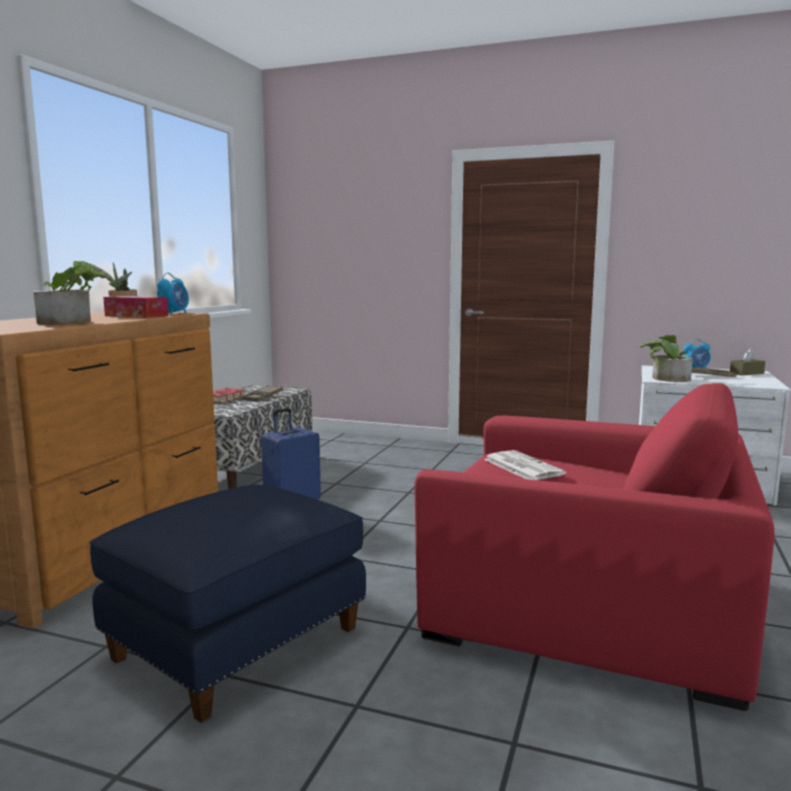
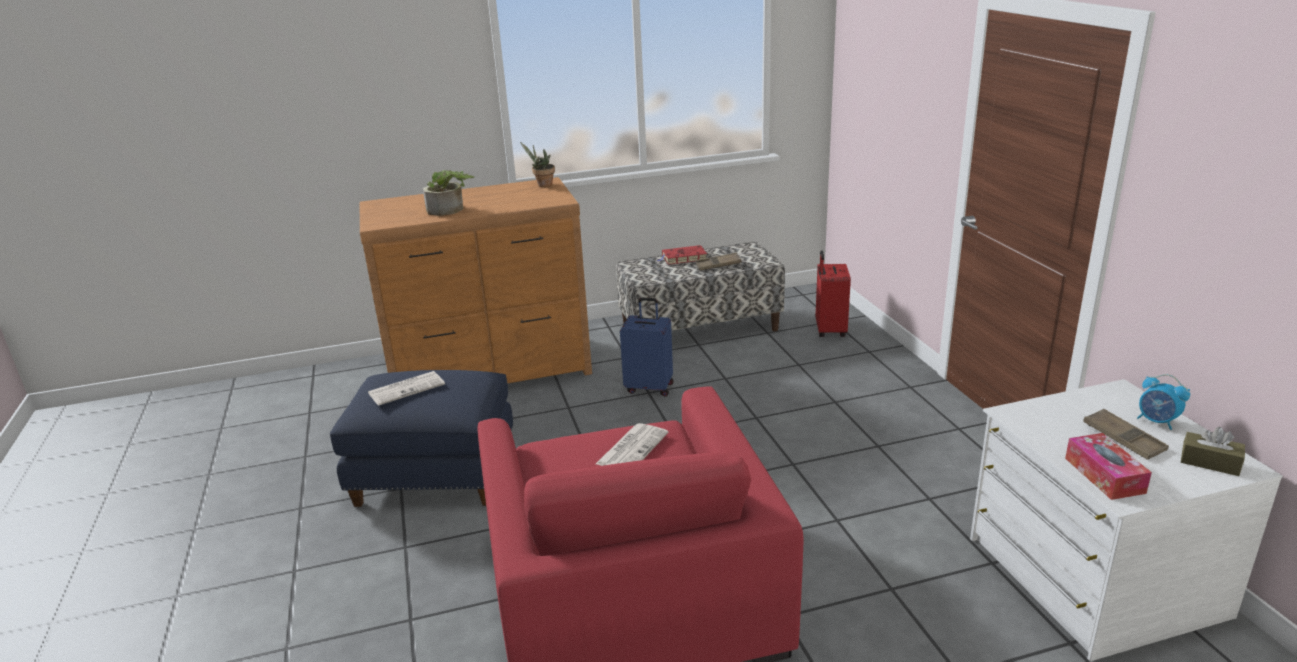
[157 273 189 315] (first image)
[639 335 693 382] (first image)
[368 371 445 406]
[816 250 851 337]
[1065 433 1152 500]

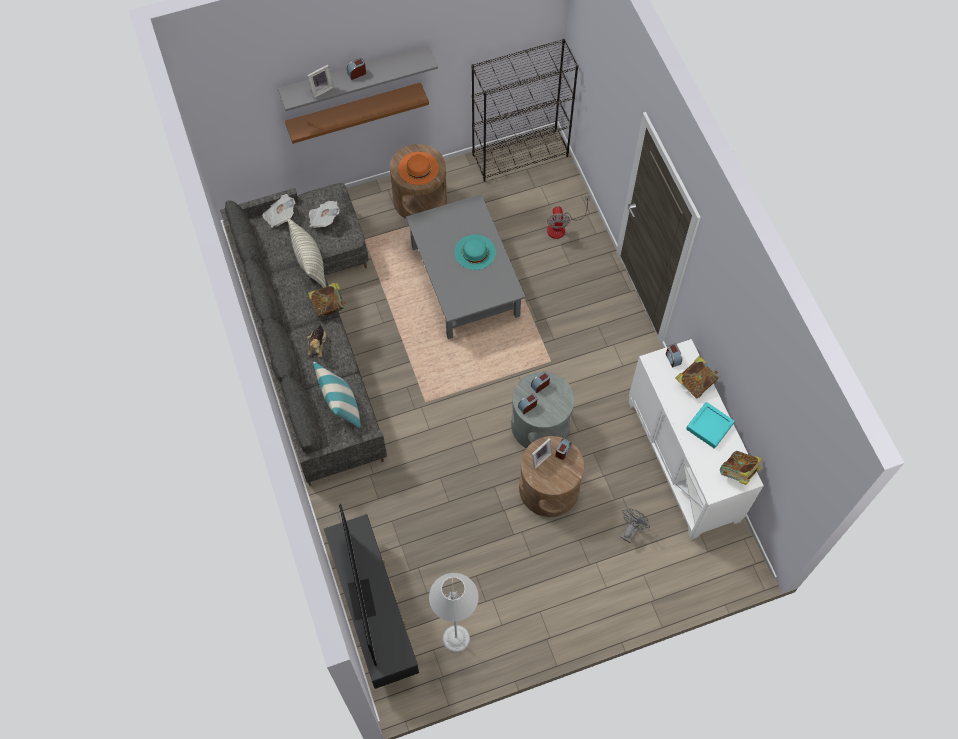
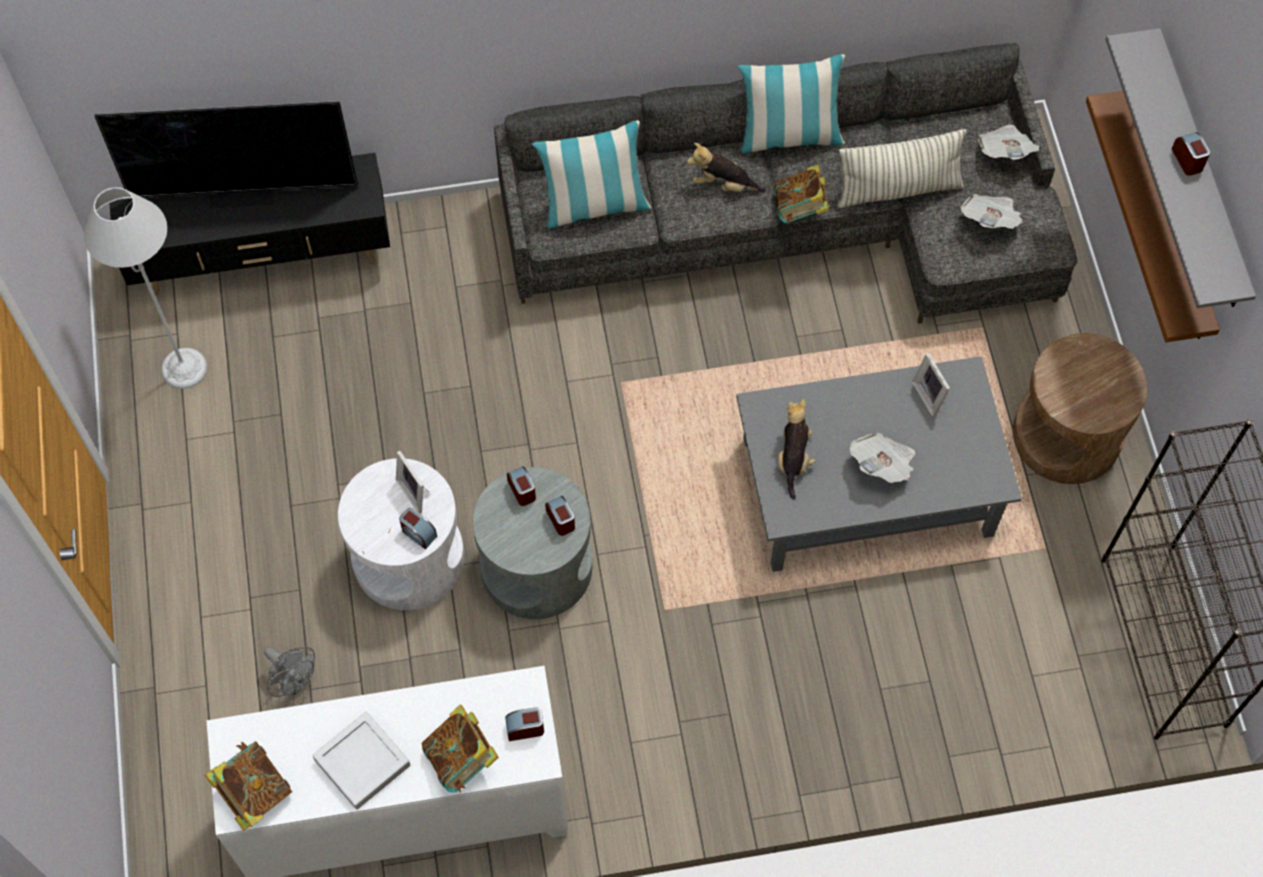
[398 152 439 185] (first image)
[547 196 590 239] (first image)
[738 54 845 153]
[778 399 816 500]
[912 353 950 417]
[850 432 915 483]
[338 458 465 610]
[312 712 410 810]

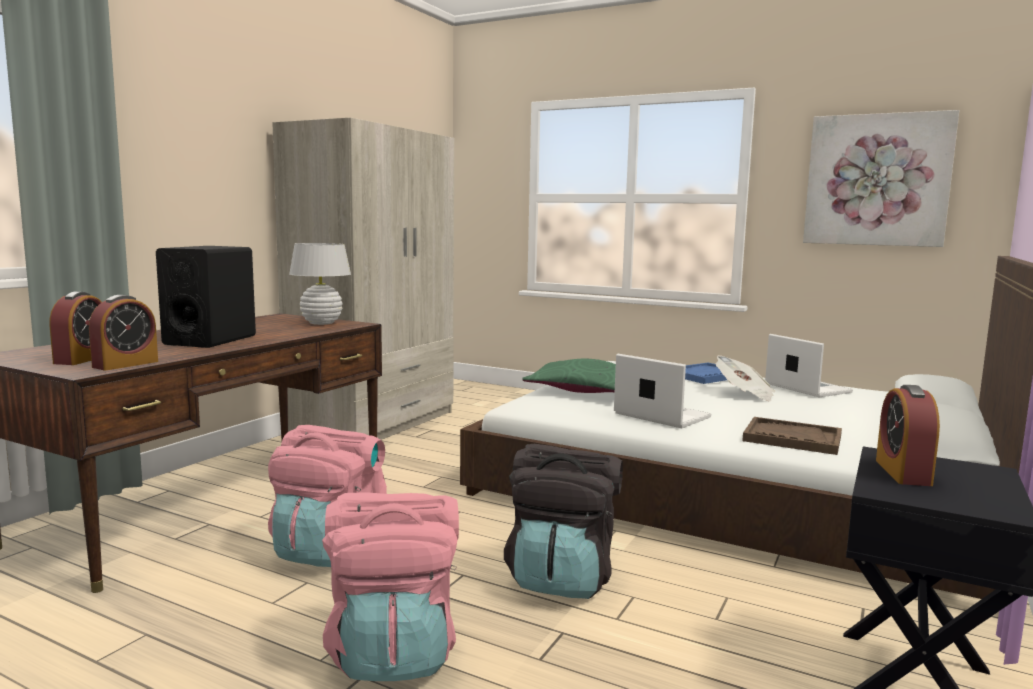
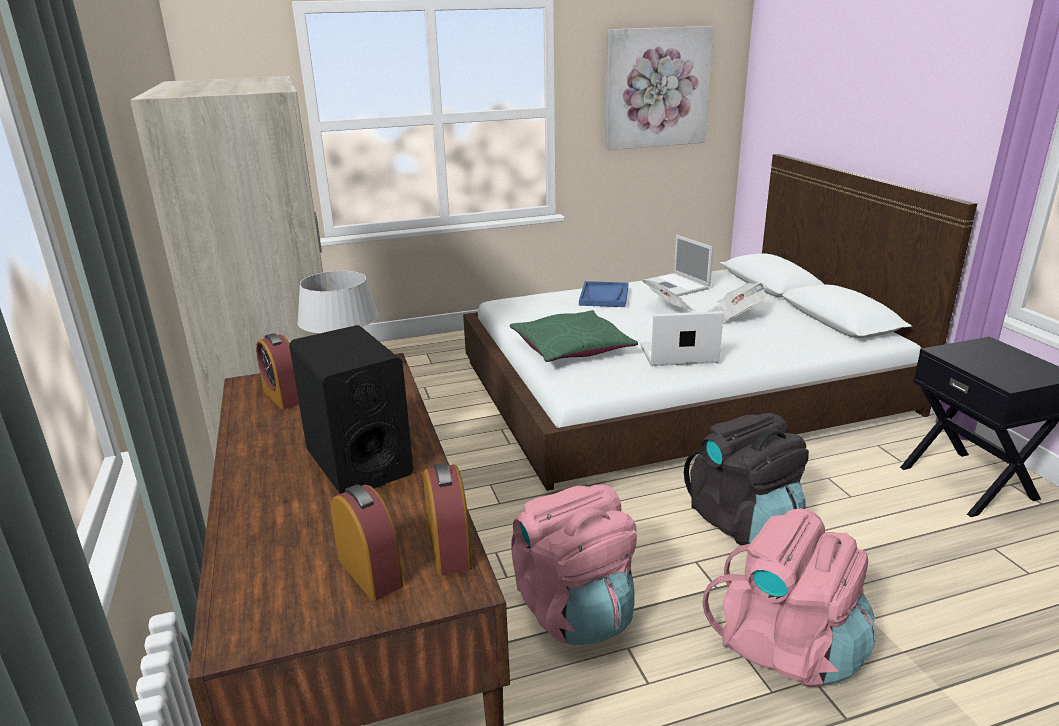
[742 417 842 455] (first image)
[707 283 767 321]
[256 333 299 409]
[644 235 714 297]

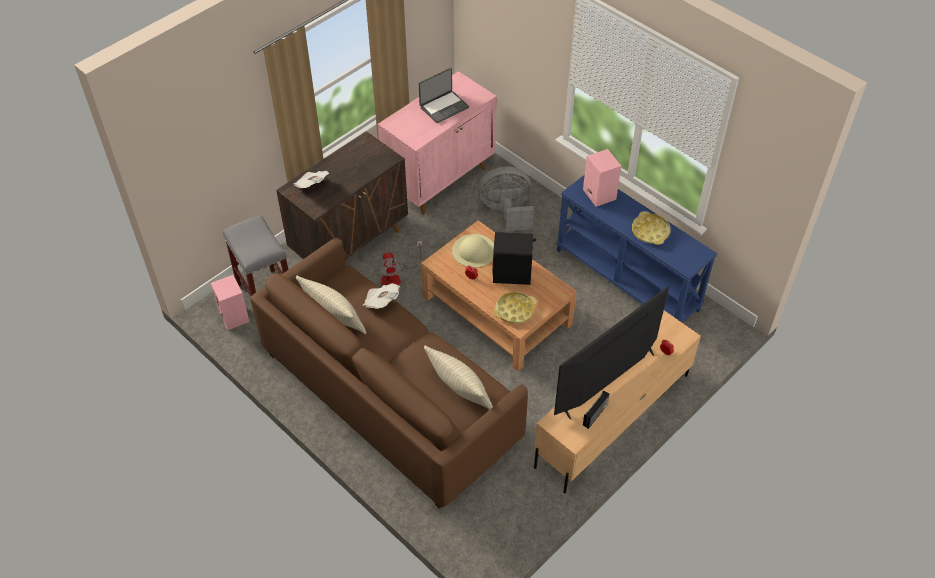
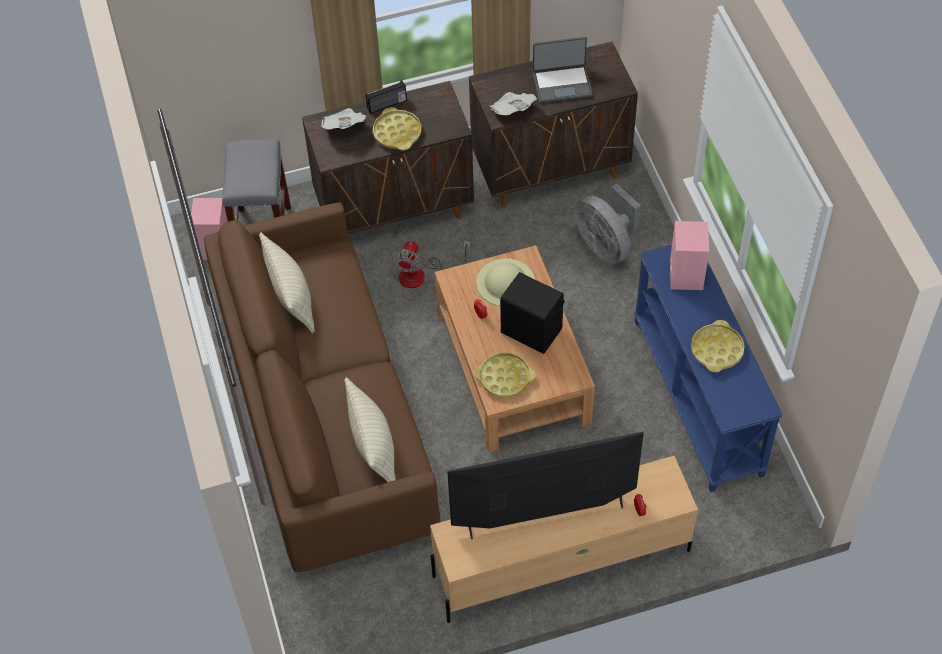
[373 107 421 150]
[489 92 537 115]
[366 81 407 114]
[469 41 638 208]
[574 183 641 264]

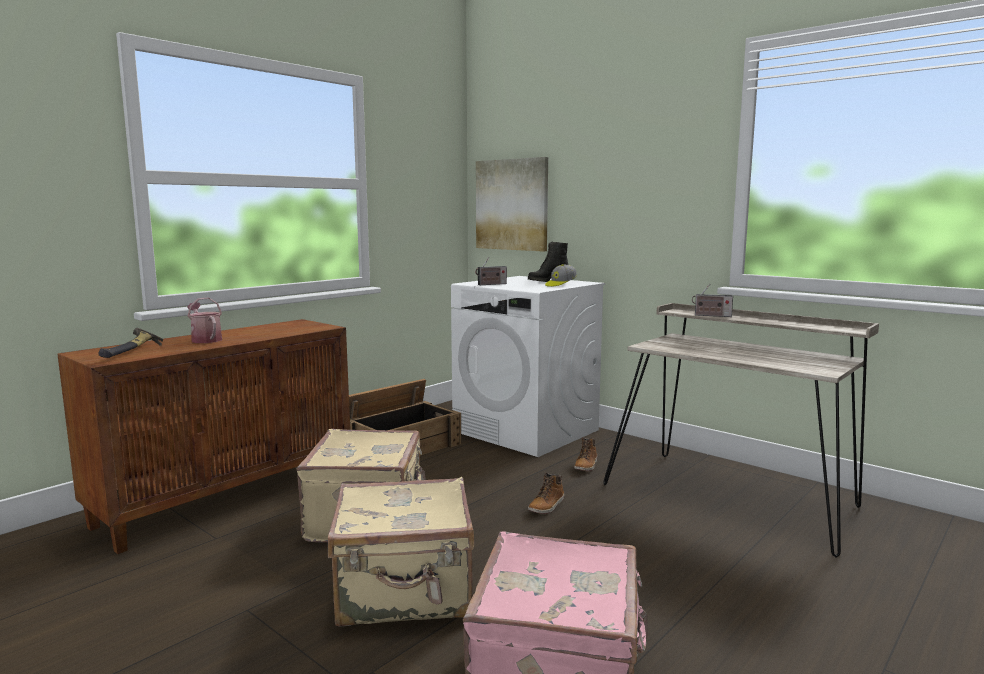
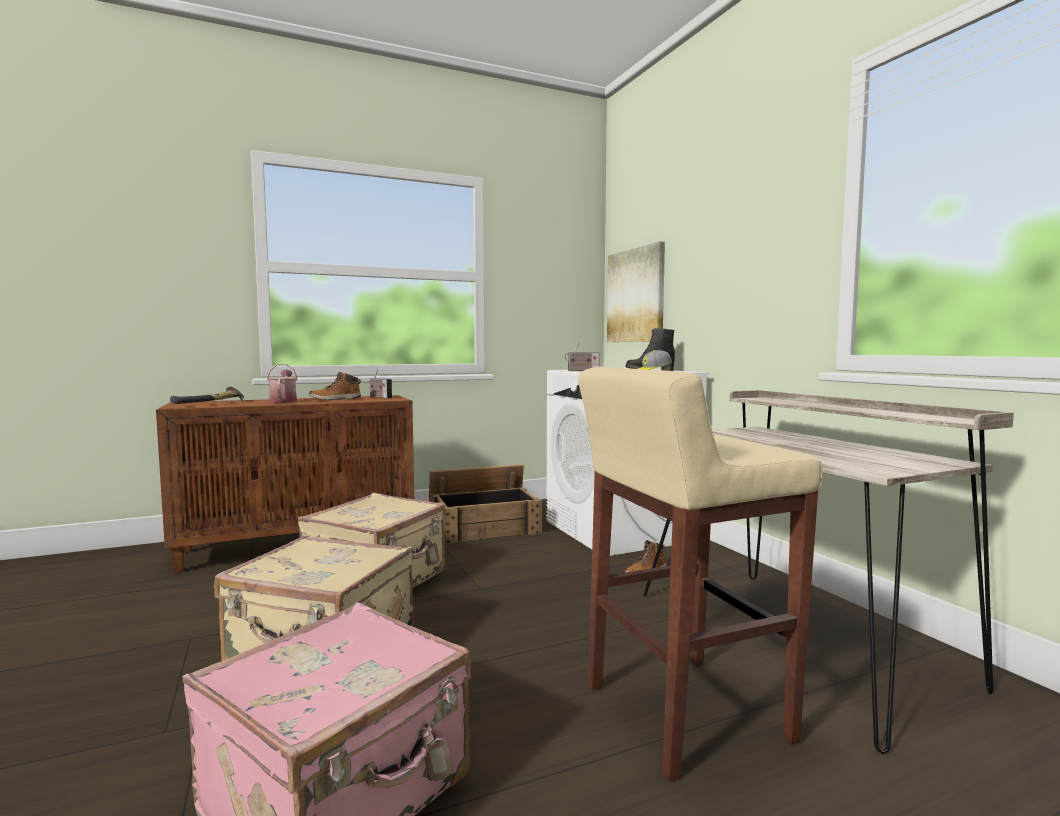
[578 367 823 781]
[309 372 361 400]
[369 368 392 398]

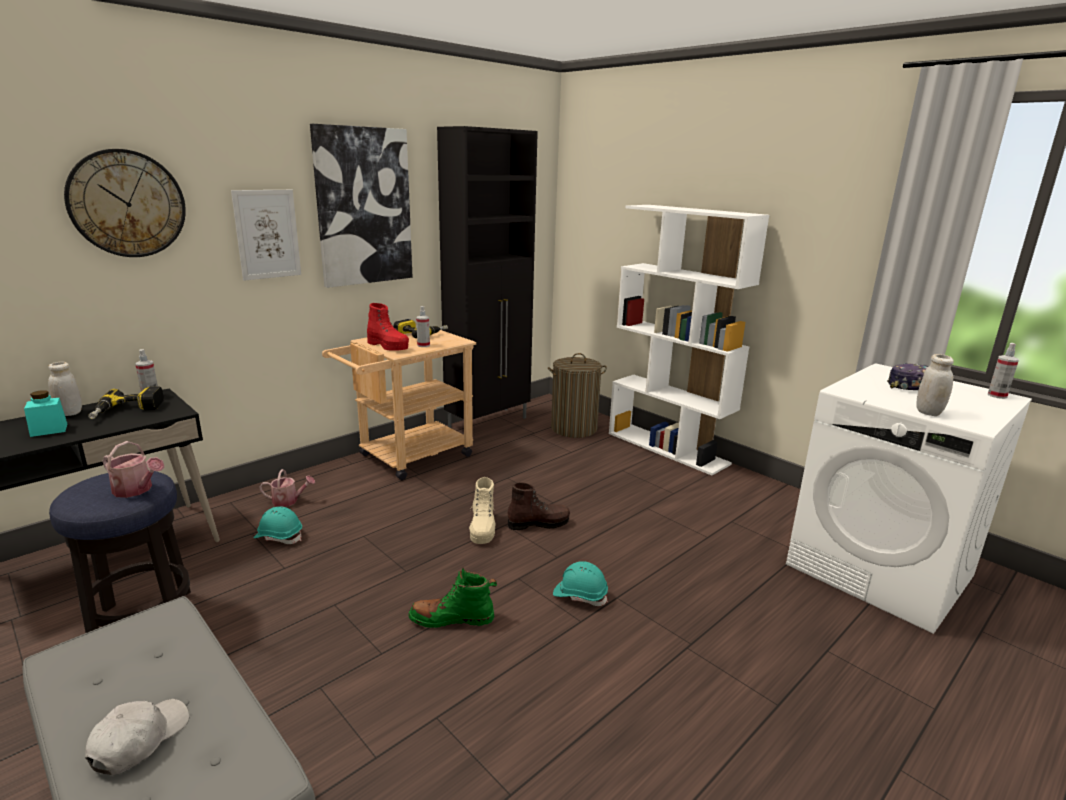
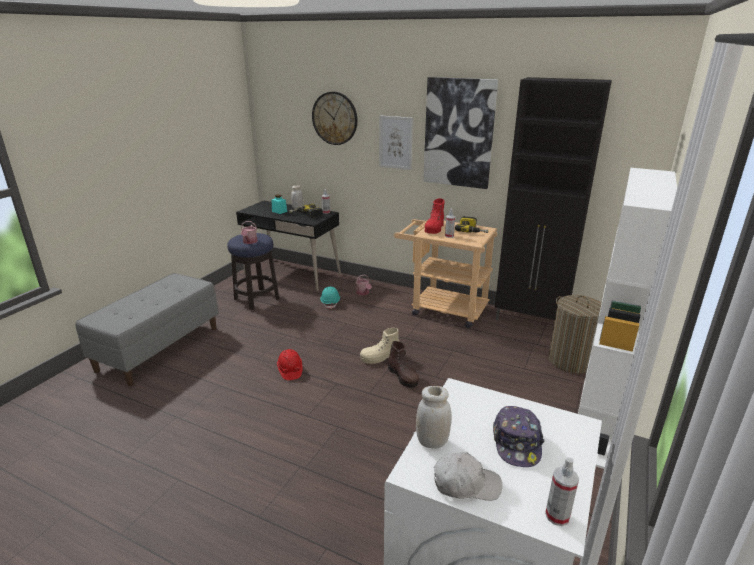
[553 561 608 606] (first image)
[434 452 502 501]
[277 349 303 380]

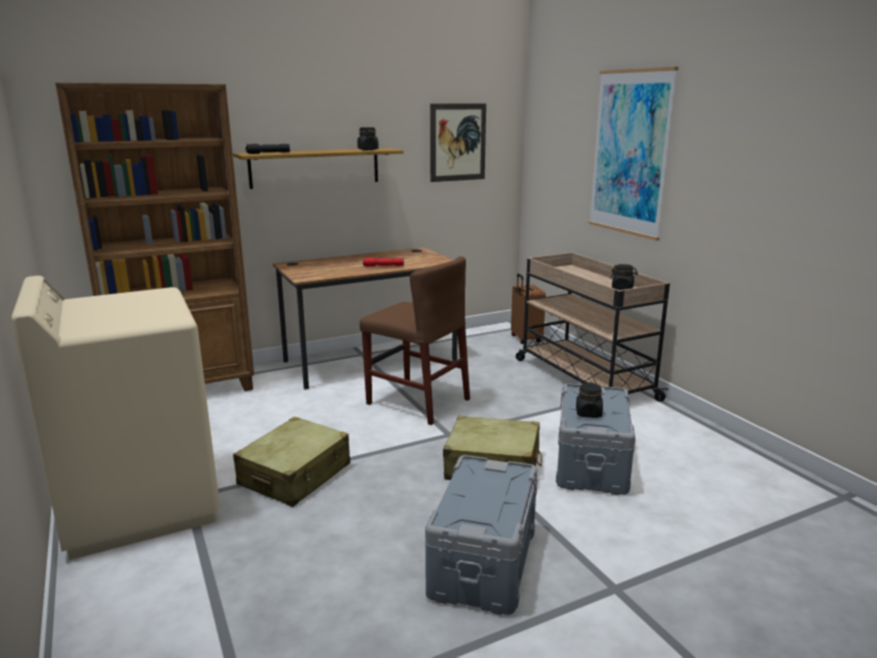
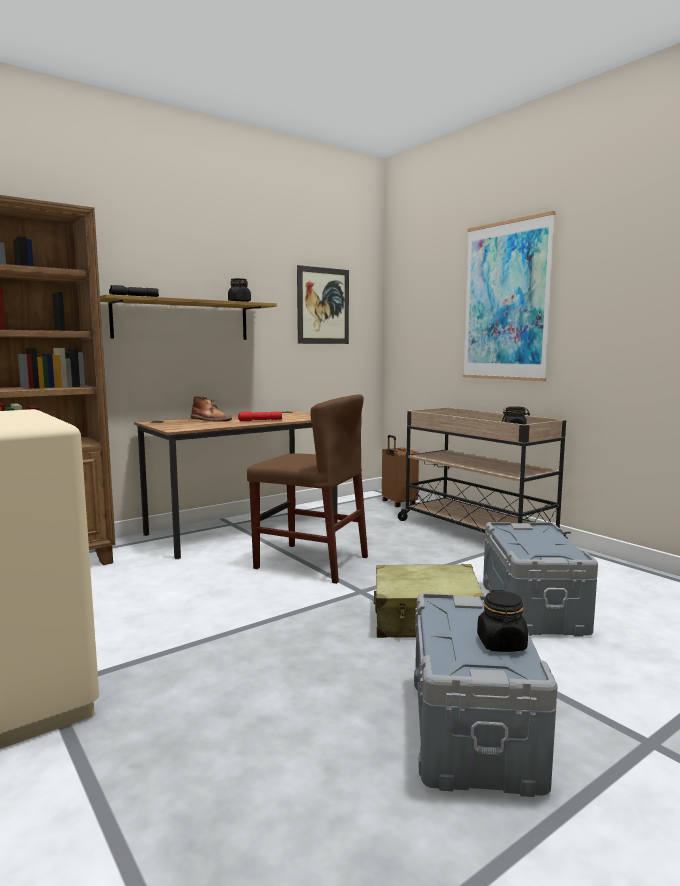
[233 417 350 507] (first image)
[191 396 232 422]
[477 590 528 652]

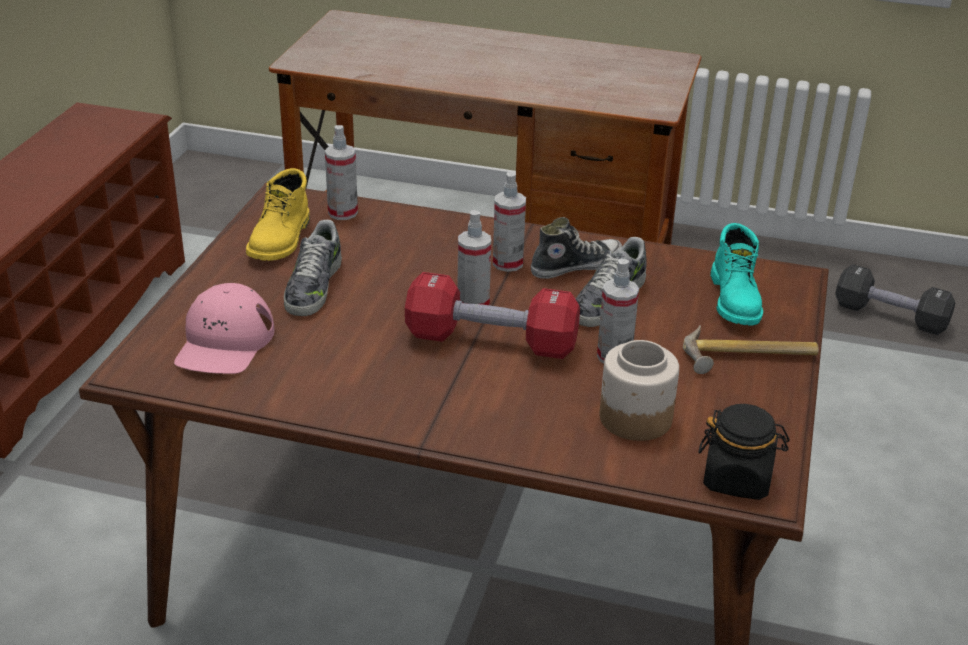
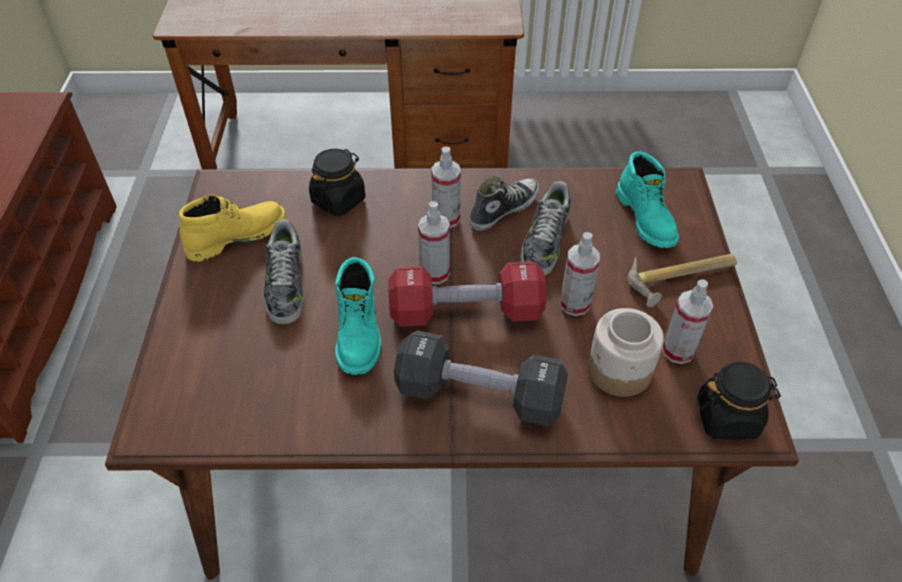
[174 283 274 374] (first image)
[309 149 365 216]
[335 257 381 375]
[662 279 713 364]
[394 330 568 426]
[179 194 286 262]

